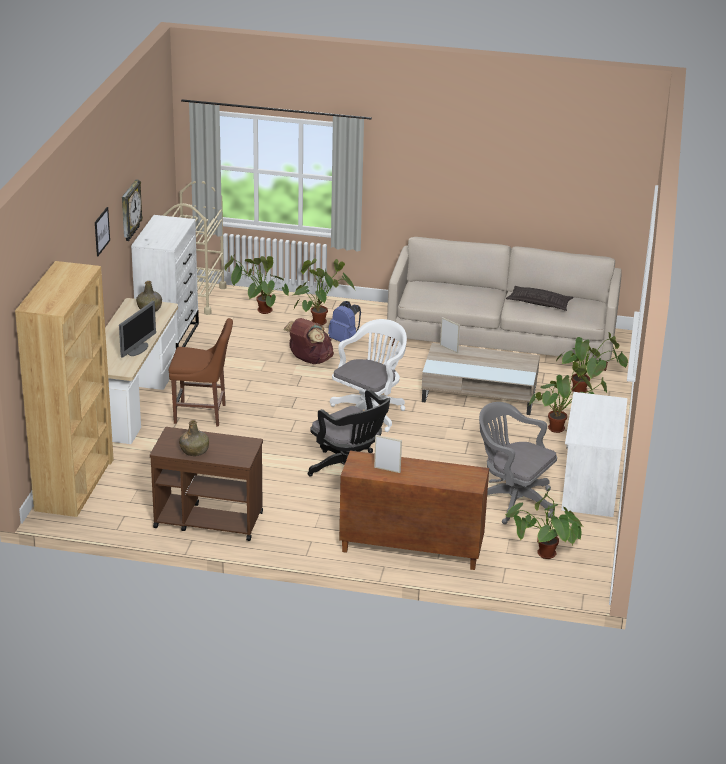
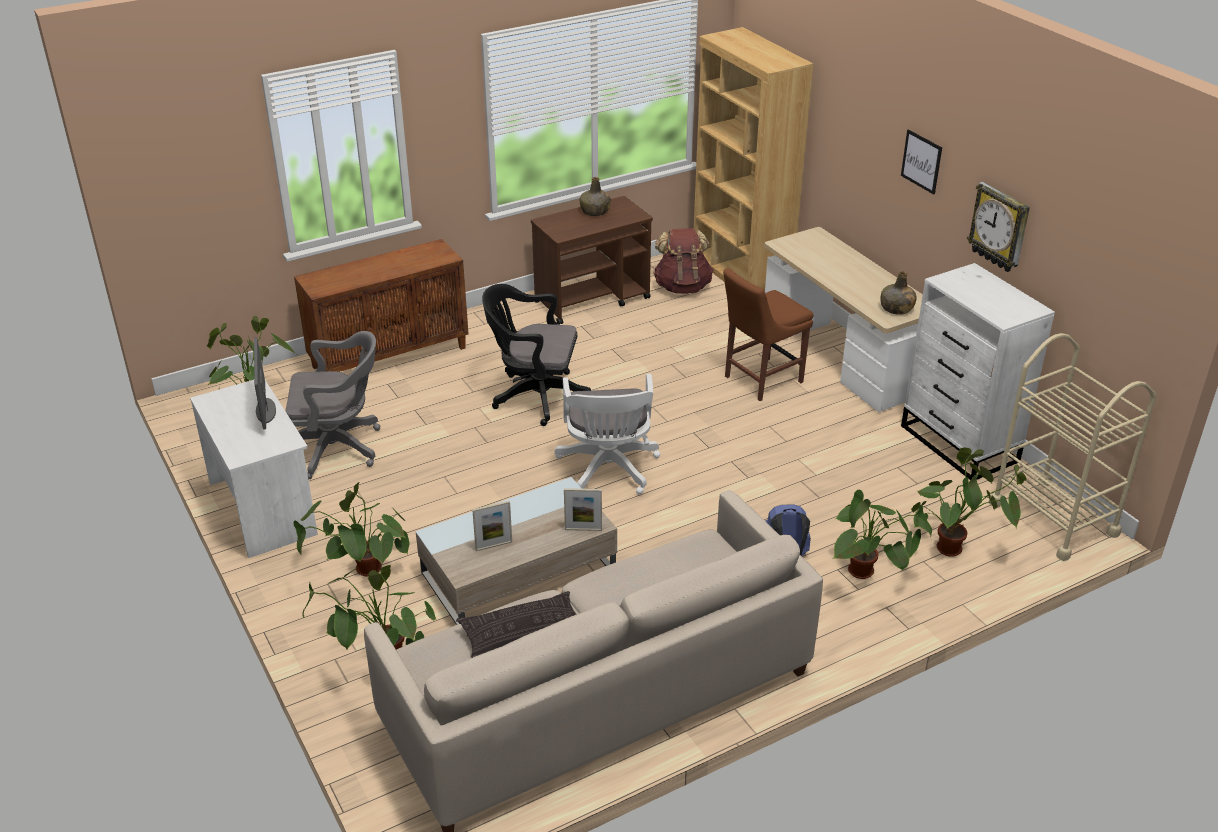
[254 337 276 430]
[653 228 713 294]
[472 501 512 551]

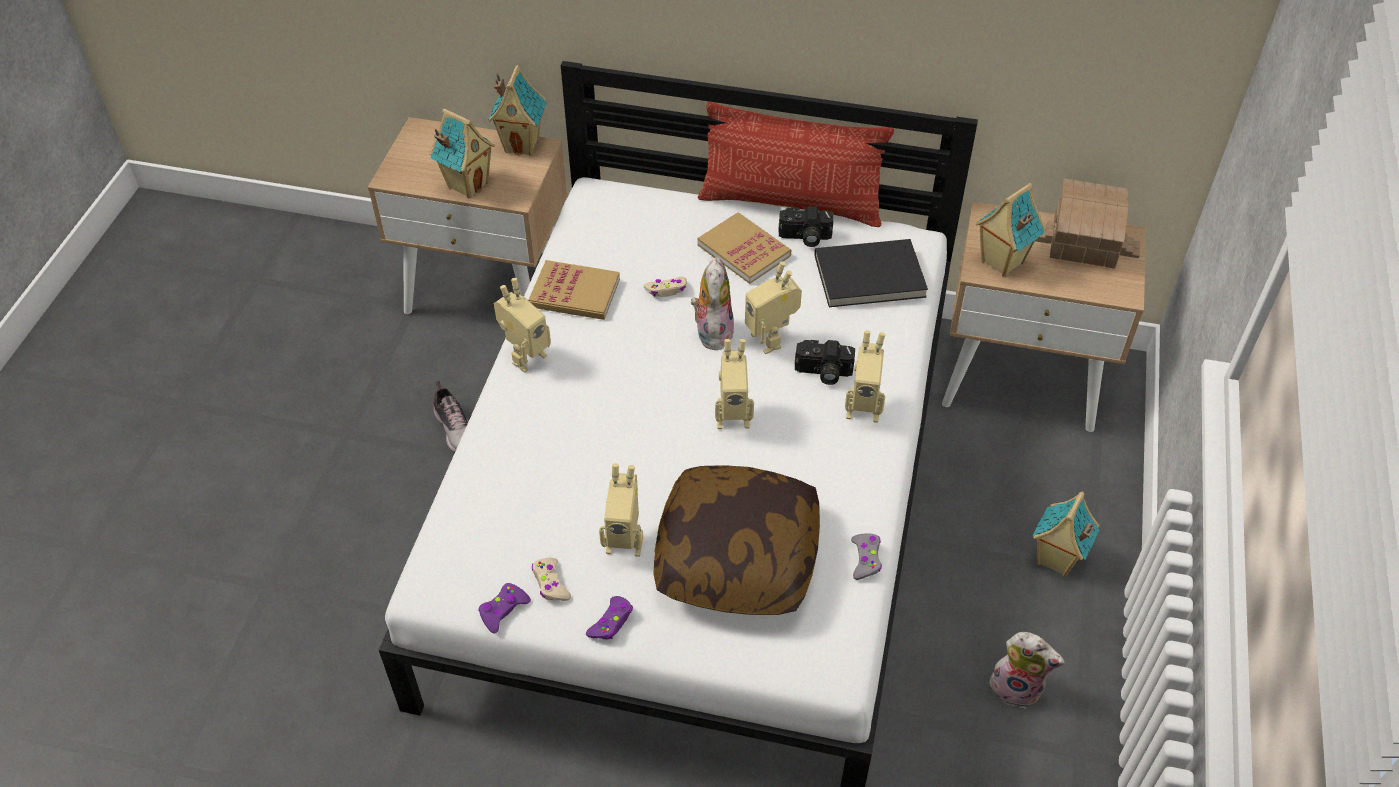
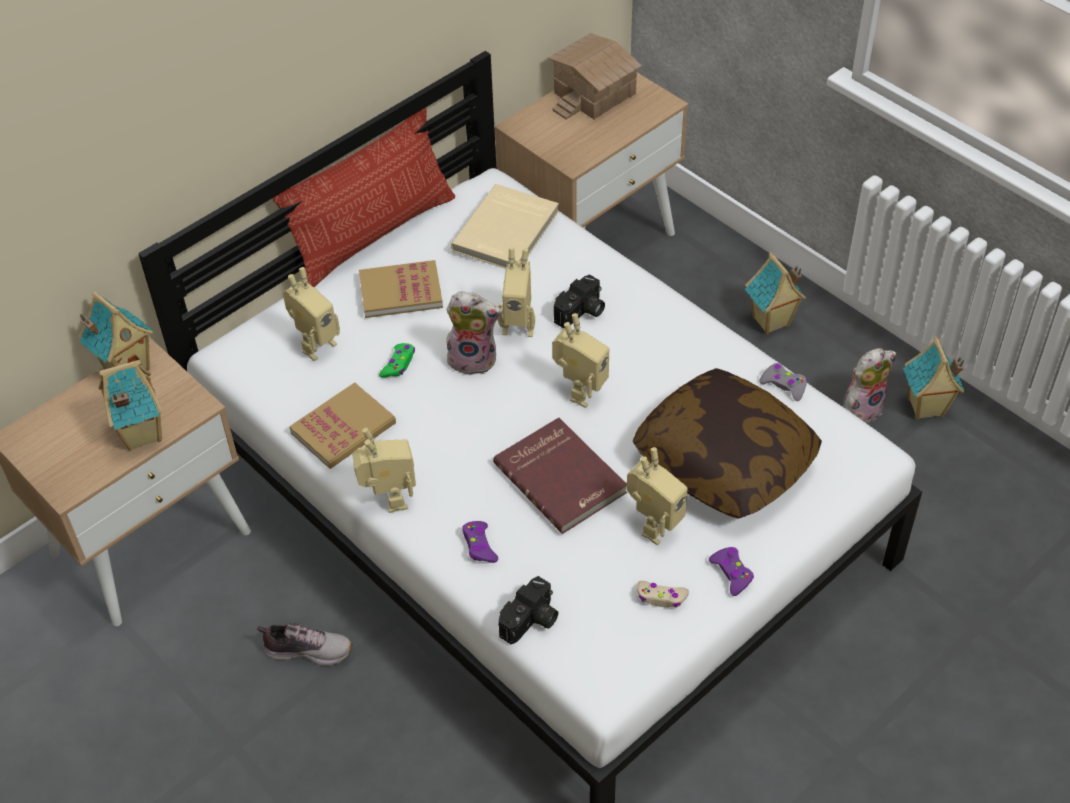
[493 418 627 534]
[462 521 498 563]
[498 576 558 644]
[283 267 340 361]
[903 336 964 420]
[379 343 415 378]
[451 184 559 269]
[445 292 502 375]

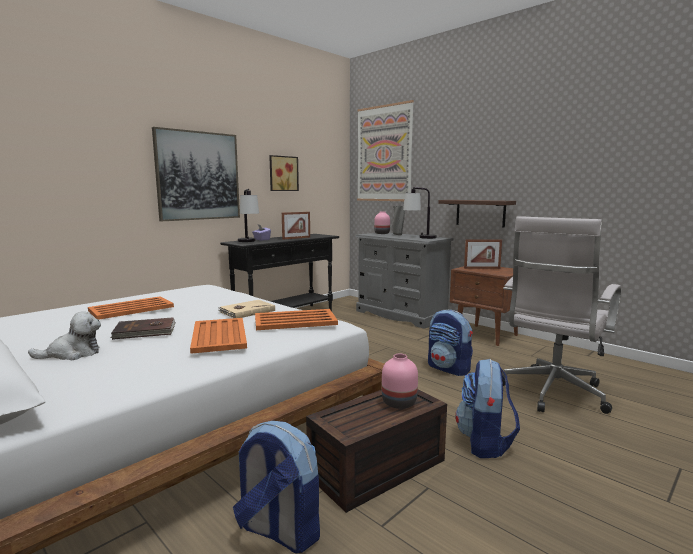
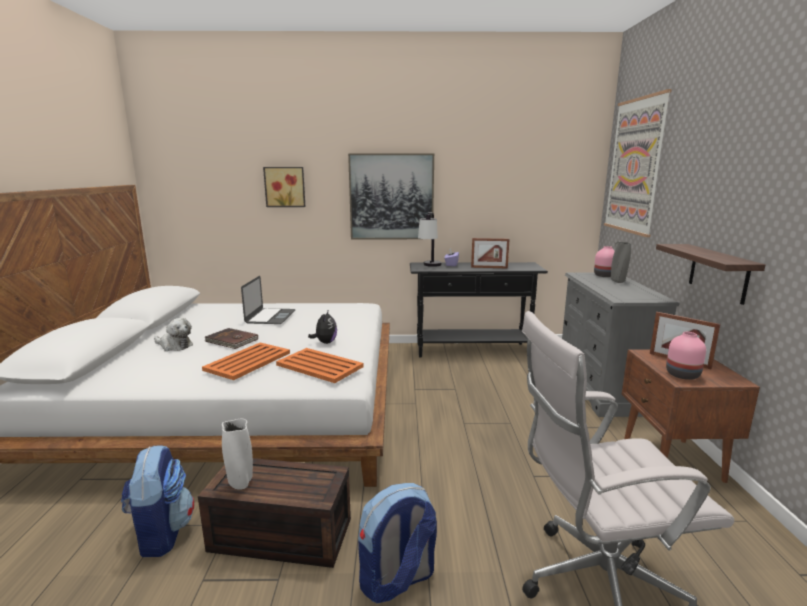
[403 187 437 239] (first image)
[428 310 473 376] (first image)
[222 419 253 490]
[263 167 305 207]
[666 332 706 380]
[241 276 296 324]
[308 309 337 344]

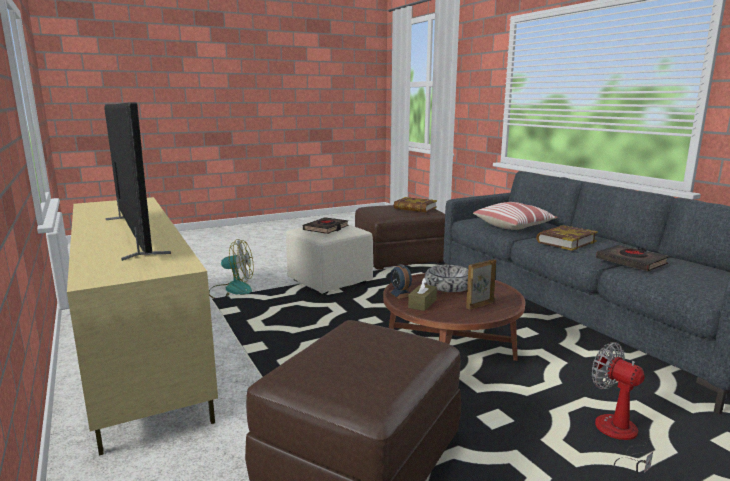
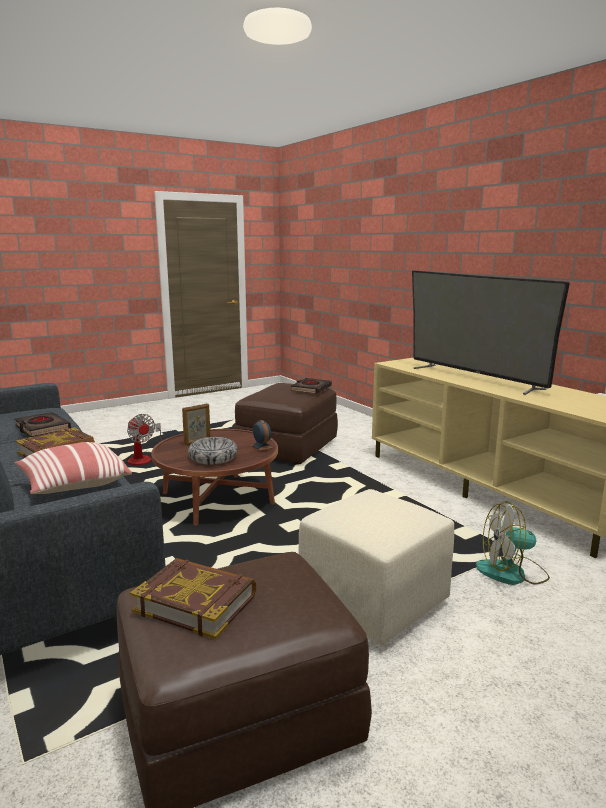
[408 277 437 311] (first image)
[290 378 332 394]

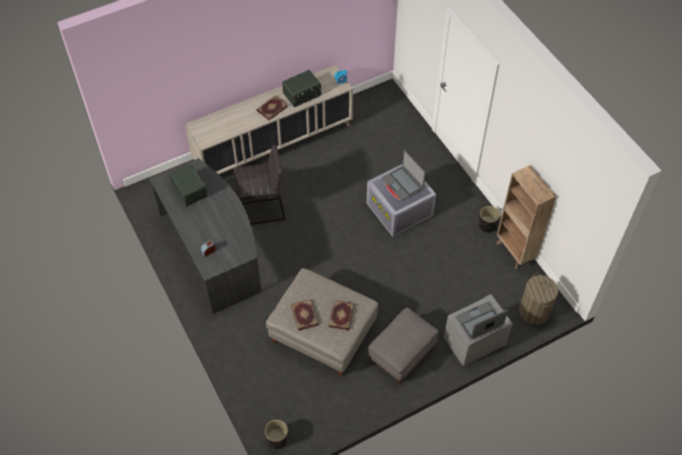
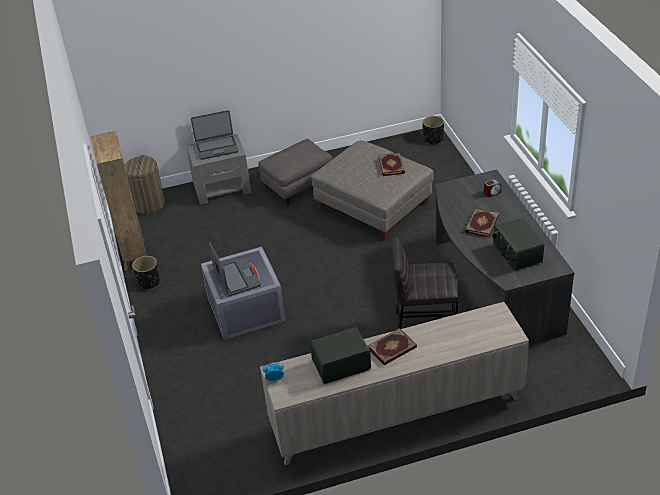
[465 208 499 238]

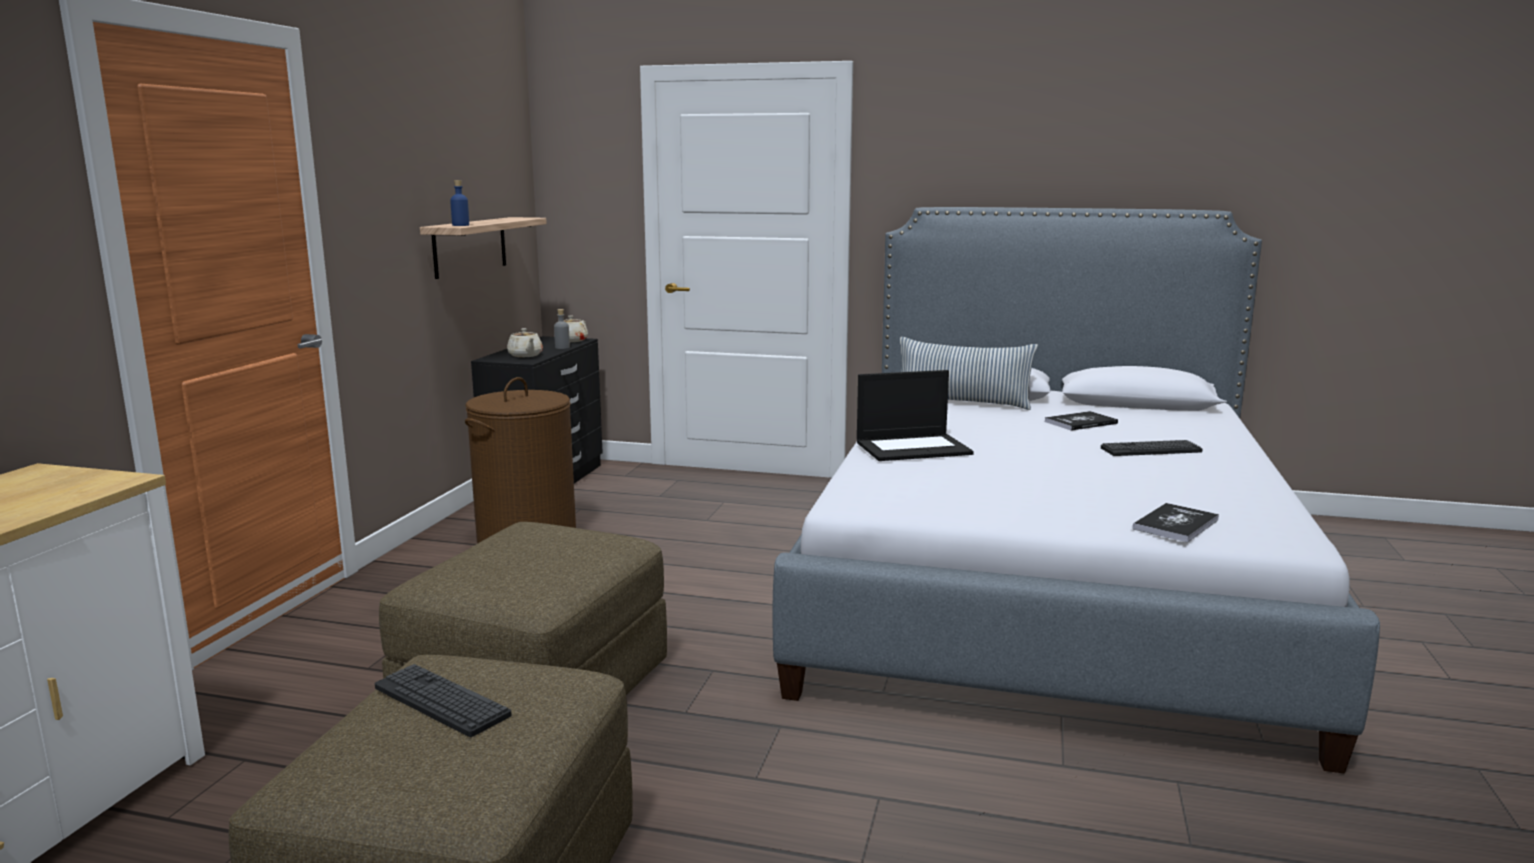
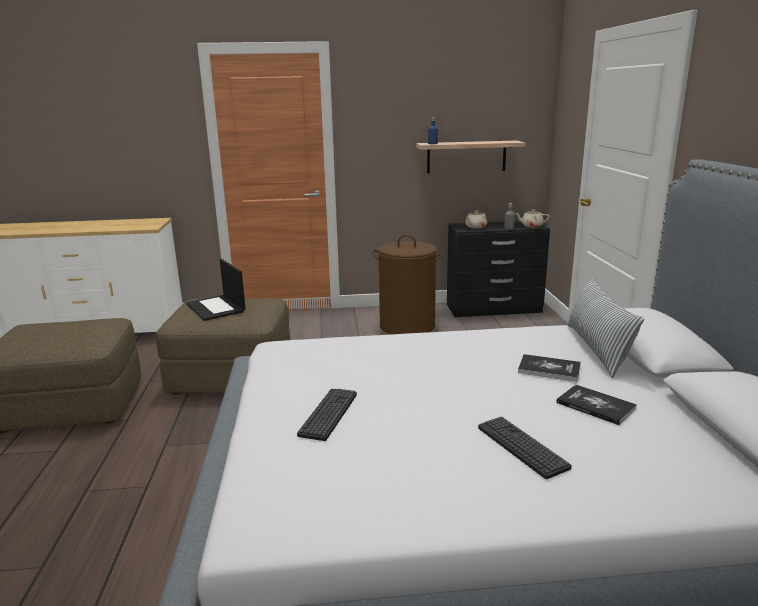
[297 389 357 441]
[186 259 246 321]
[518 354 581 382]

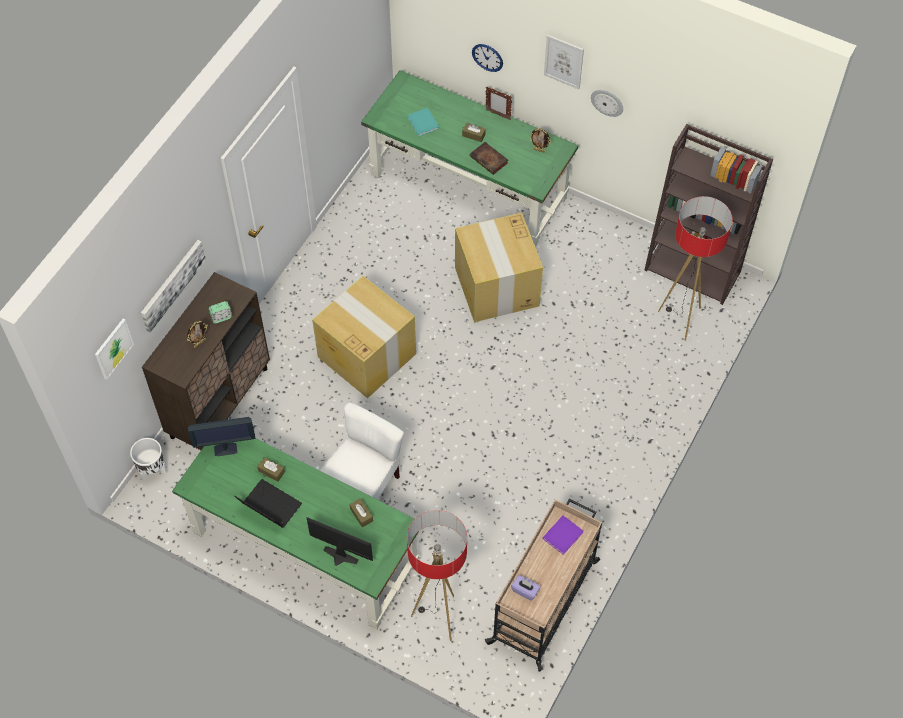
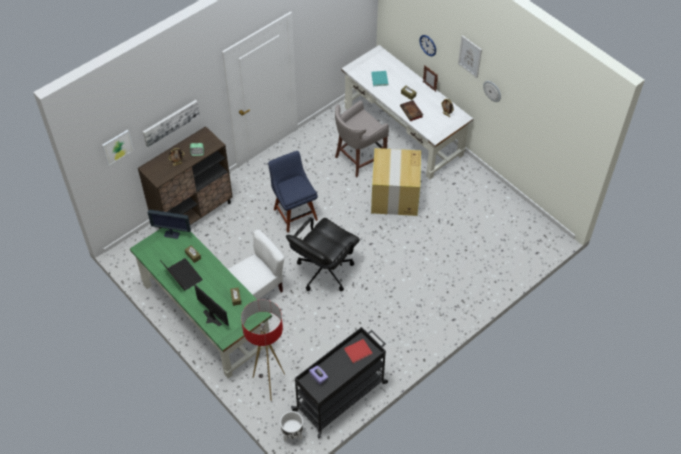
[644 124 773 305] (first image)
[658 196 733 341] (first image)
[286 217 360 291]
[335 101 389 177]
[280 411 303 442]
[268 151 318 233]
[341 45 473 179]
[291 327 388 438]
[344 339 372 363]

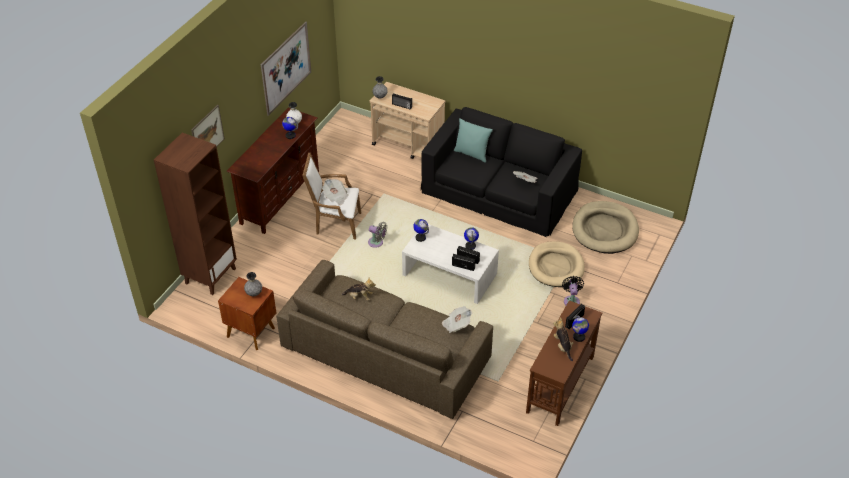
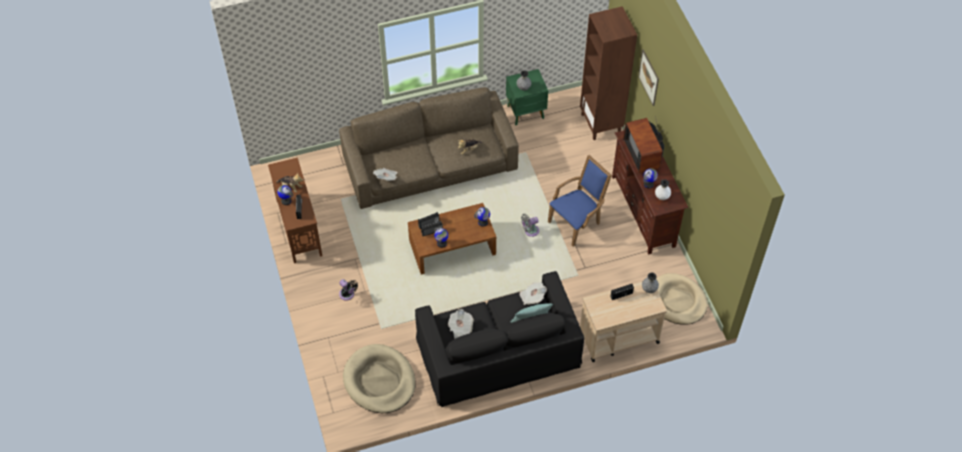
[261 21 311 116] (first image)
[623 116 664 173]
[519 282 547 305]
[656 273 708 325]
[506 69 548 126]
[548 155 612 247]
[408 203 496 274]

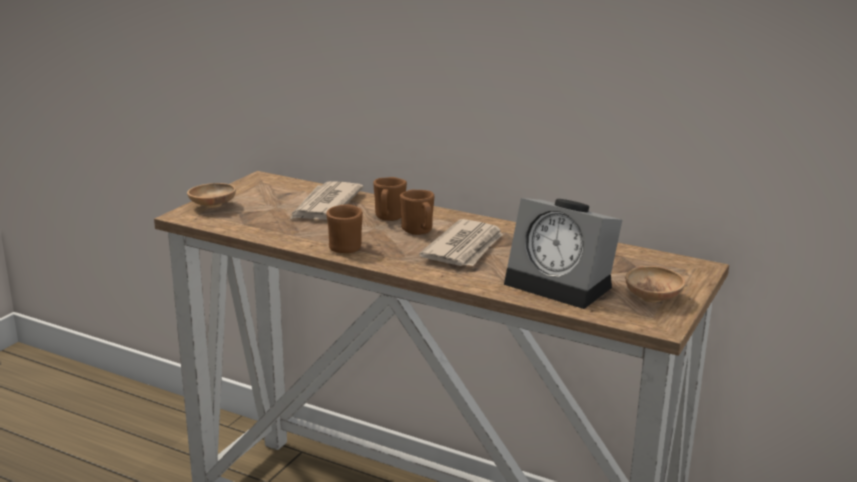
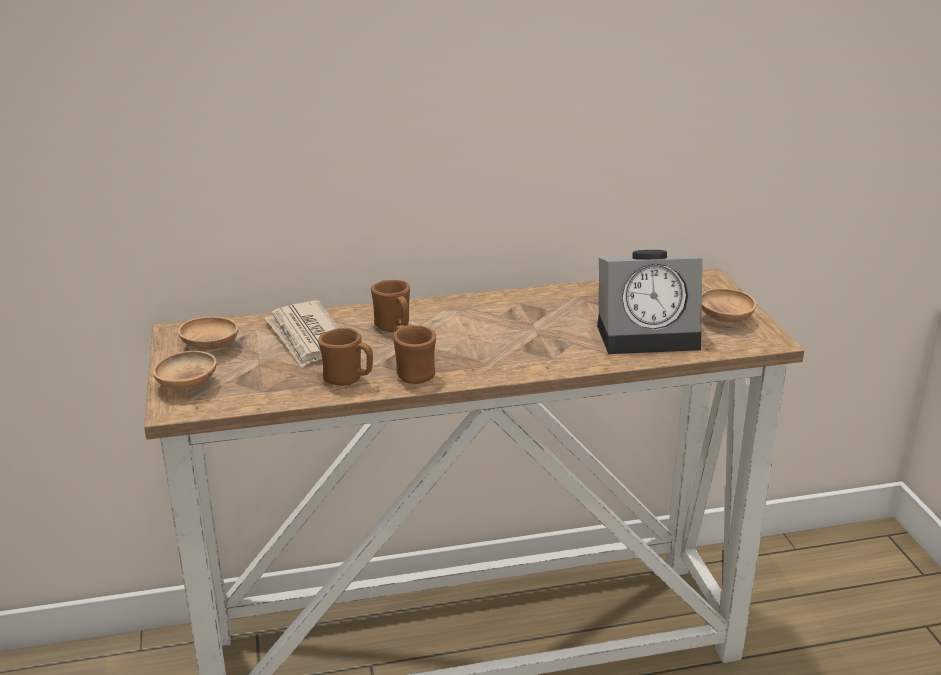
[419 219 503 266] (first image)
[178 316 238 351]
[318 328 373 386]

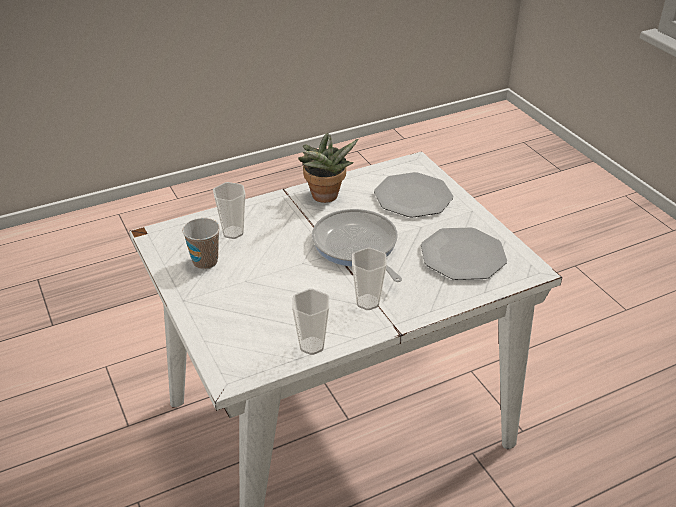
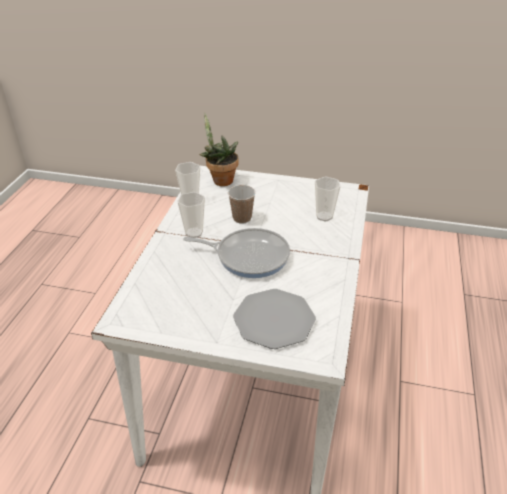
[421 227 507 280] (first image)
[228 185 256 224]
[199 113 239 186]

